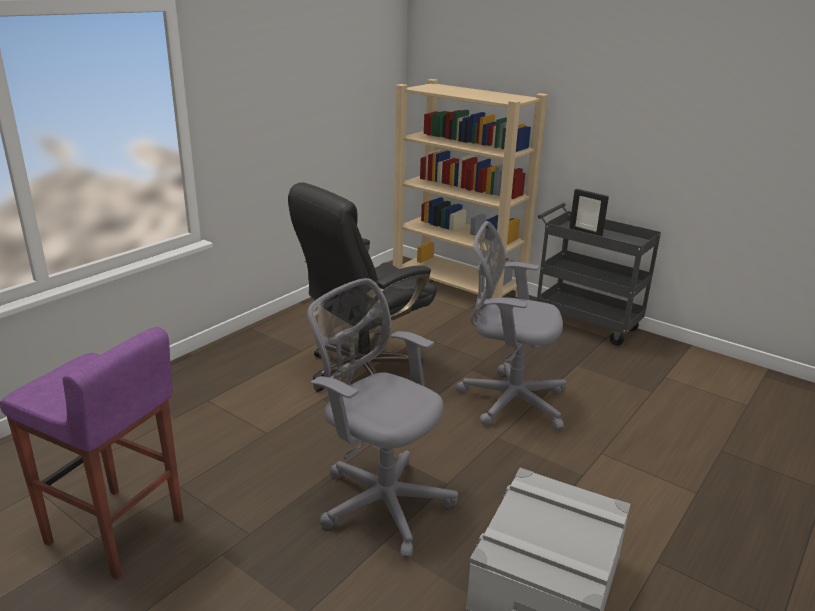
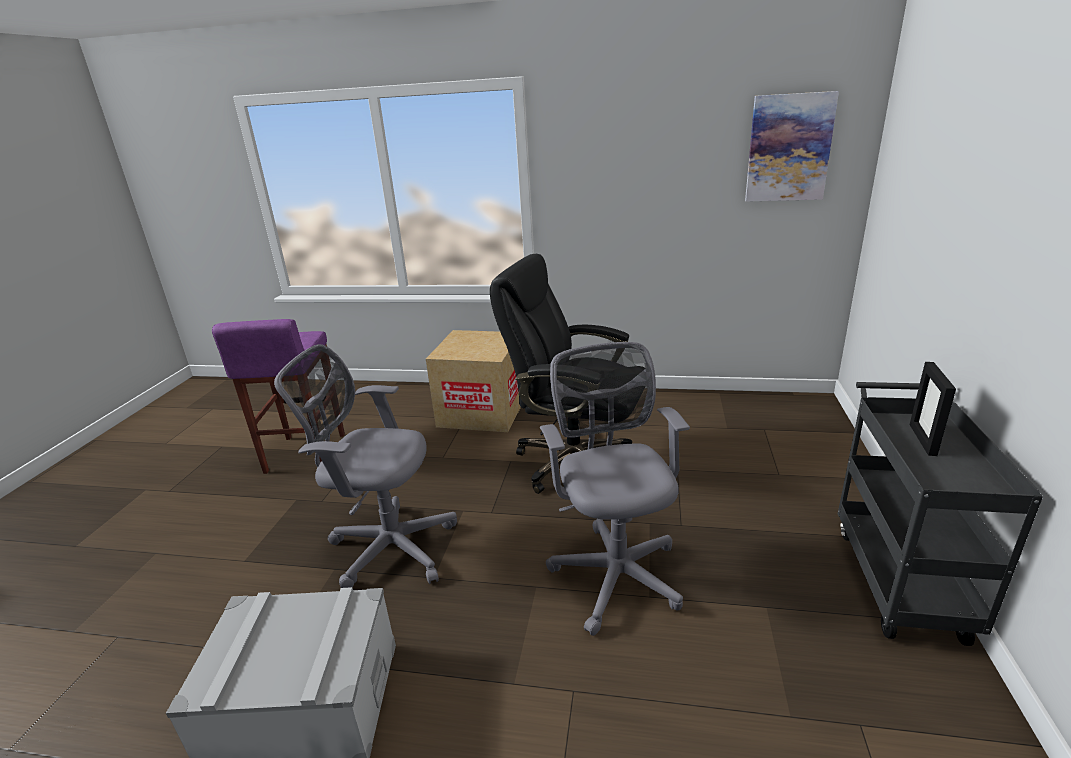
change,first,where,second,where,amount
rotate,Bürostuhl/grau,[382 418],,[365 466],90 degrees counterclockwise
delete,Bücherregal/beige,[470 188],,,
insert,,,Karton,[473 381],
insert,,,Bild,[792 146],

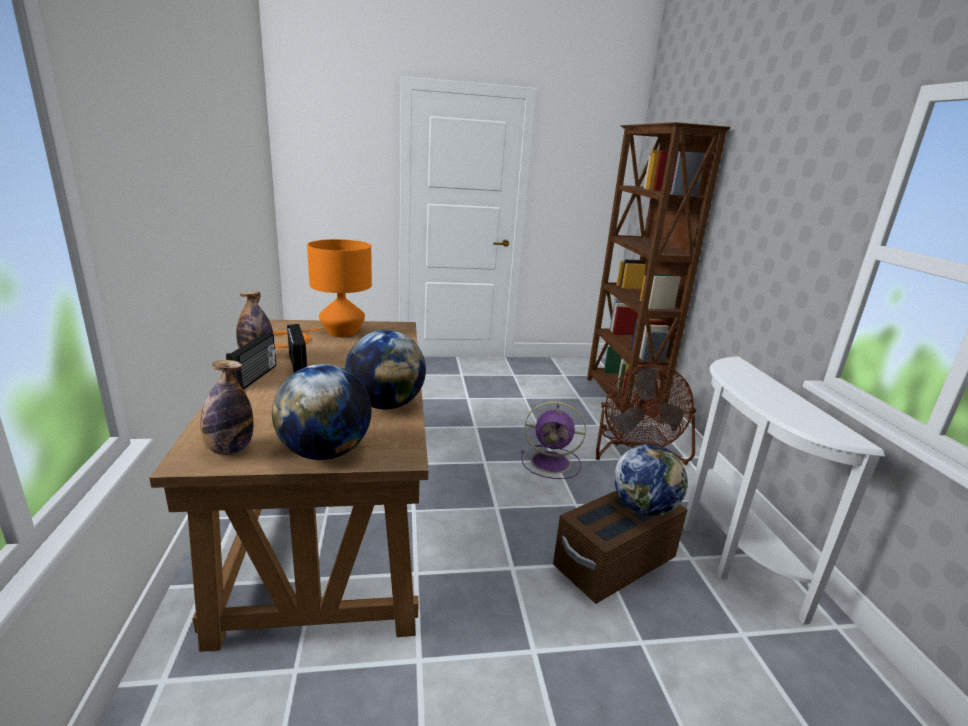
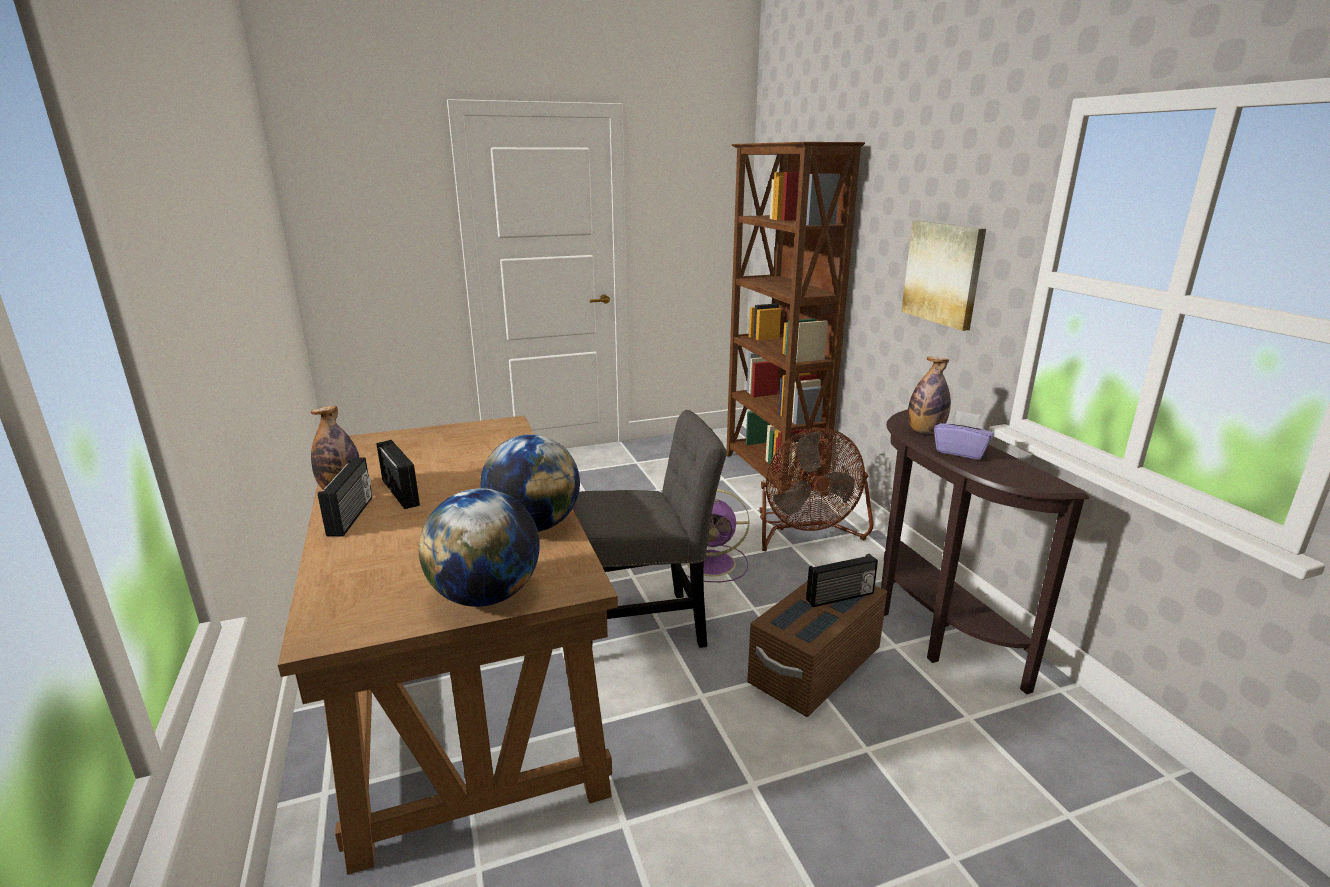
change,first,where,second,where,amount
move,Flasche,[226 407],,[929 395],
delete,Tischlampe/orange,[322 293],,,
replace,Globus,[651 480],Radio,[842 580],
recolor,Konsolentisch/weiß,[784 490],Konsolentisch/braun,[985 551],
insert,,,Stuhl/grau,[650 529],
insert,,,Bild,[943 276],
insert,,,Taschentuchbox/lila,[964 435],

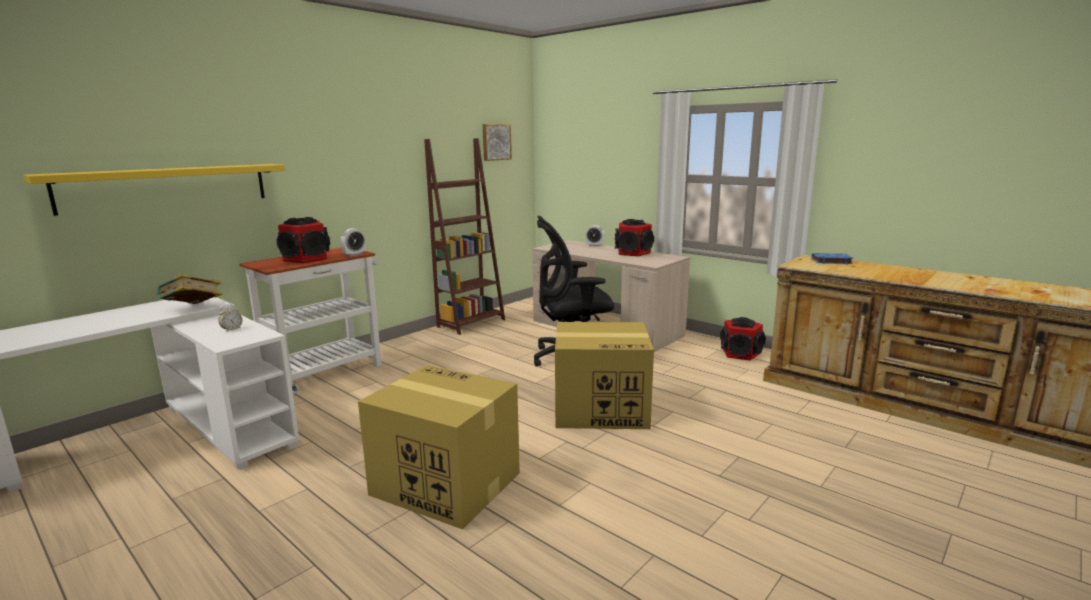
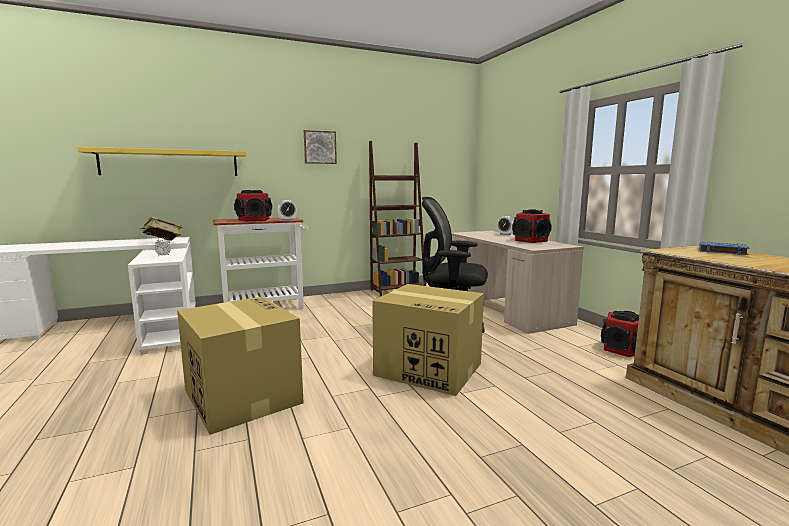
change,first,where,second,where,amount
move,Bild,[497 142],,[320 147],

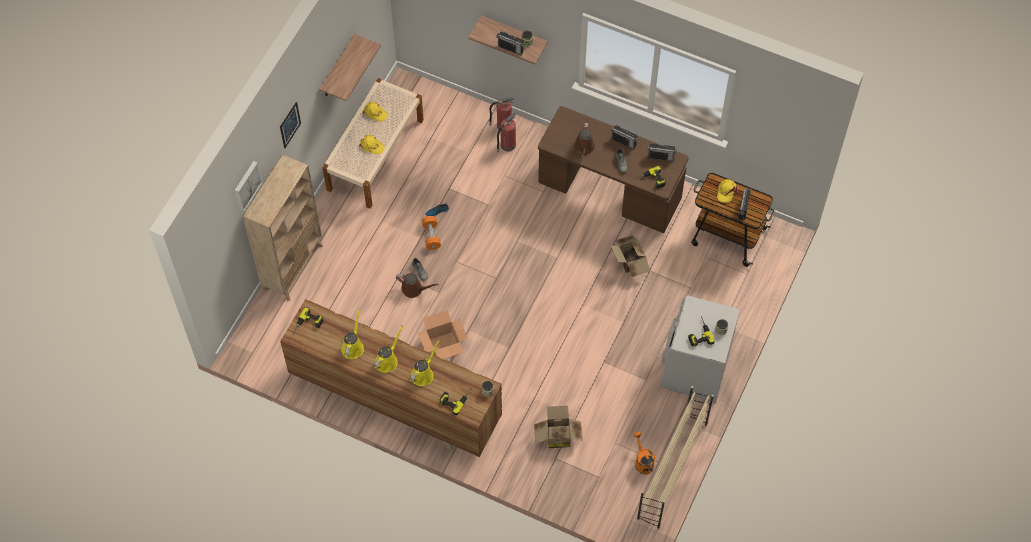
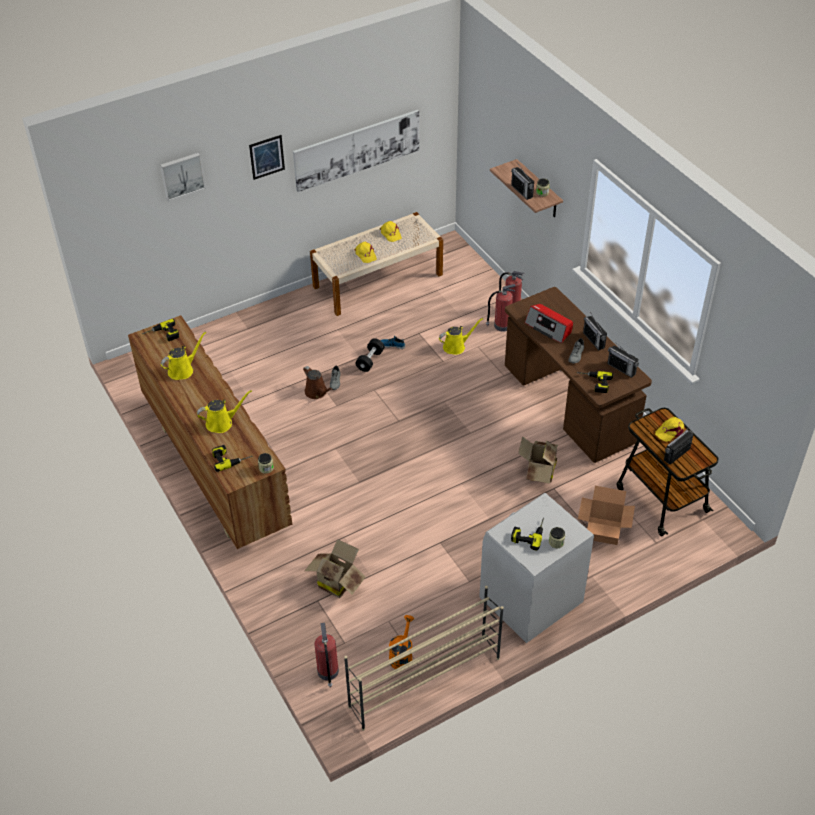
change,first,where,second,where,amount
delete,Bücherregal/beige,[283 227],,,
replace,Wandregal,[350 67],Bild,[356 151],
move,Gießkanne/gelb,[388 349],,[461 336],
move,Karton,[442 334],,[606 515],
recolor,Hantel/orange,[431 233],Hantel/schwarz,[370 355],
replace,Gießkanne/braun,[584 140],Radio,[549 323],
insert,,,Feuerlöscher,[327 655],

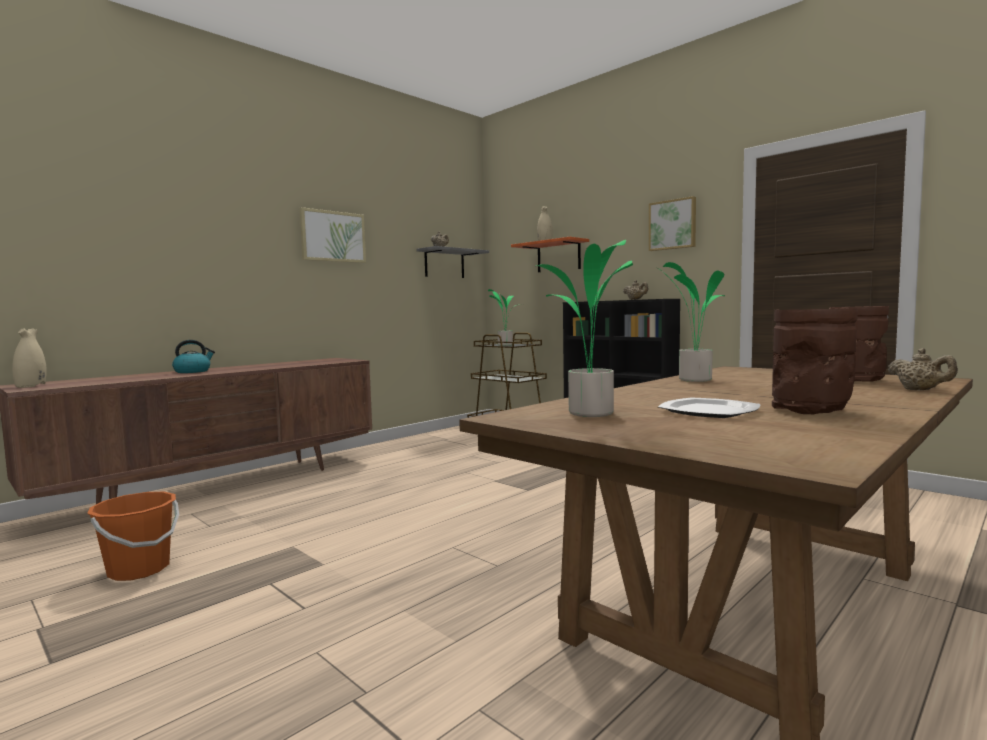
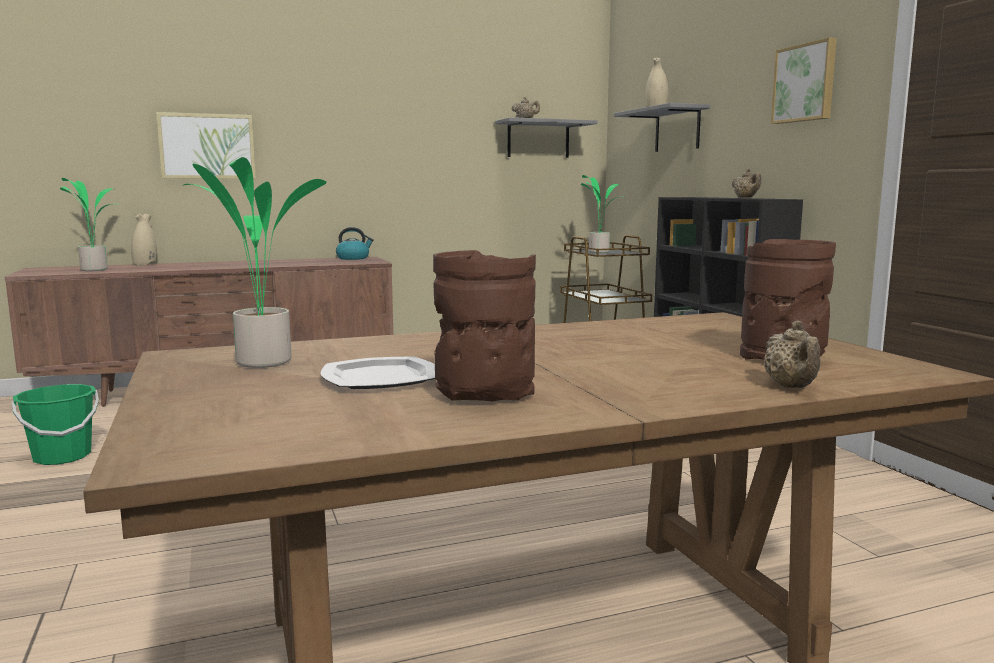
change,first,where,second,where,amount
move,Vase/beige,[29 358],,[144 240],
recolor,Eimer/orange,[133 536],Eimer/grün,[55 424],
move,Wasserkessel,[193 356],,[355 243],
move,Bild,[333 235],,[206 145],
recolor,Wandregal/orange,[550 254],Wandregal/grau,[662 127],
move,Topfpflanze,[693 322],,[89 224],

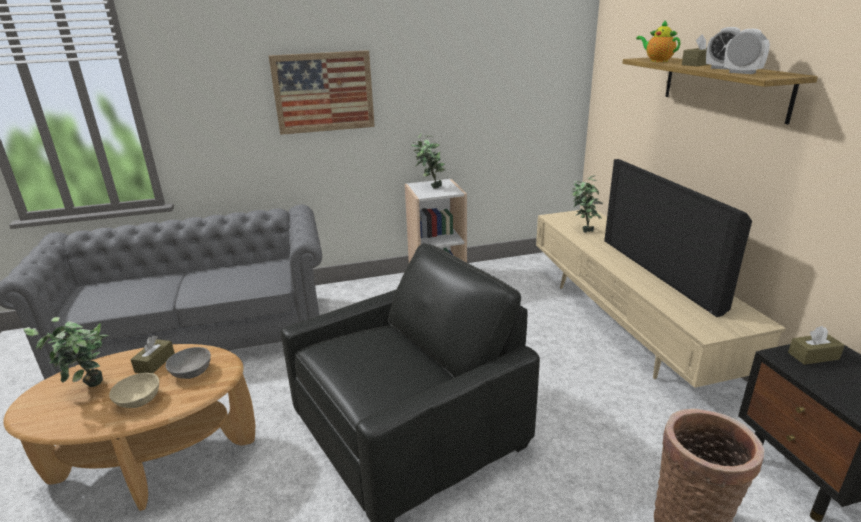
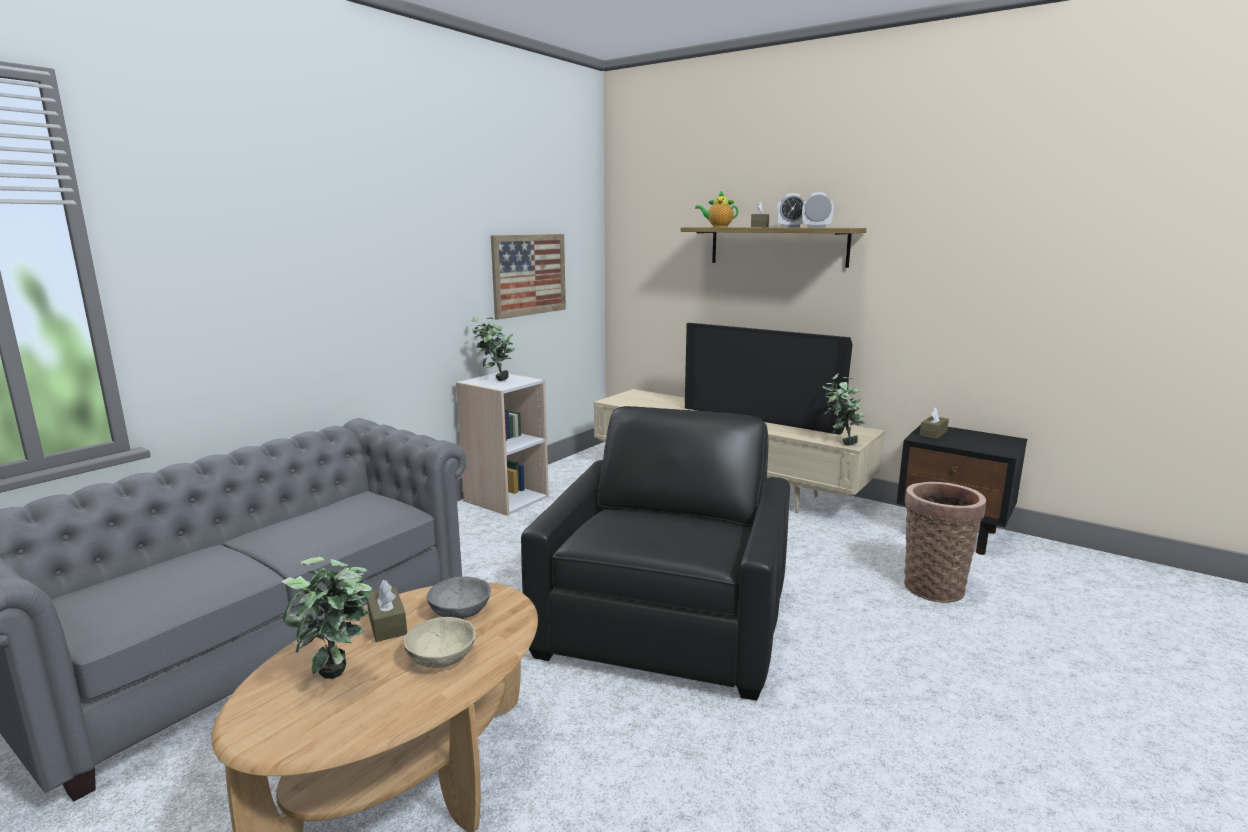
change,first,where,second,where,amount
move,Bild,[322 92],,[528 277],
move,Topfpflanze,[587 204],,[843 409],

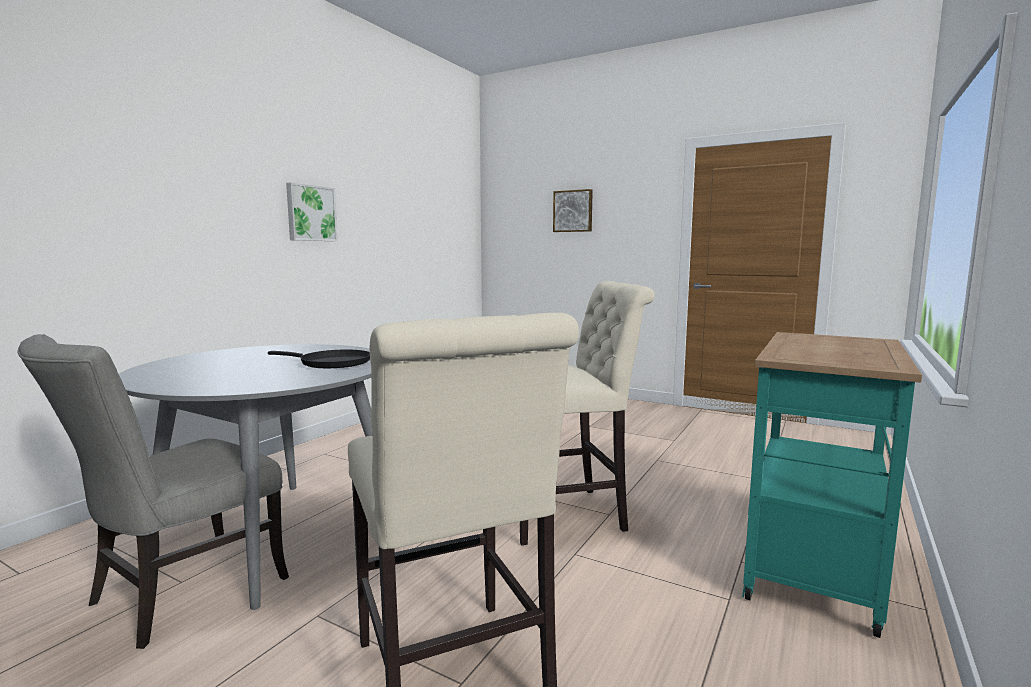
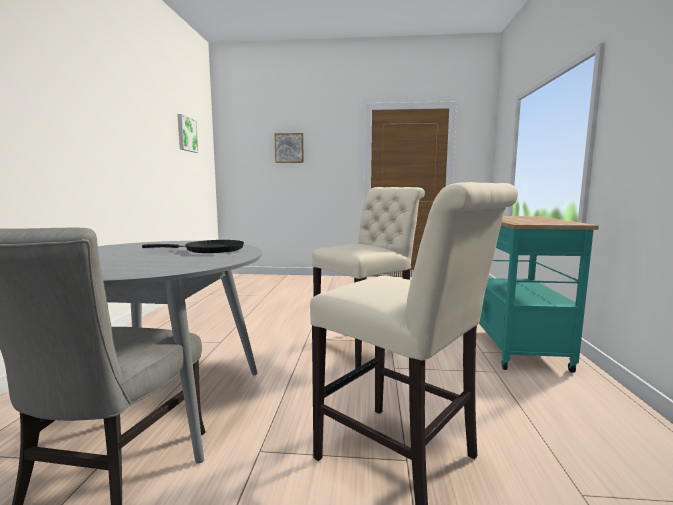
change,first,where,second,where,amount
move,Bild,[312 211],,[188 133],

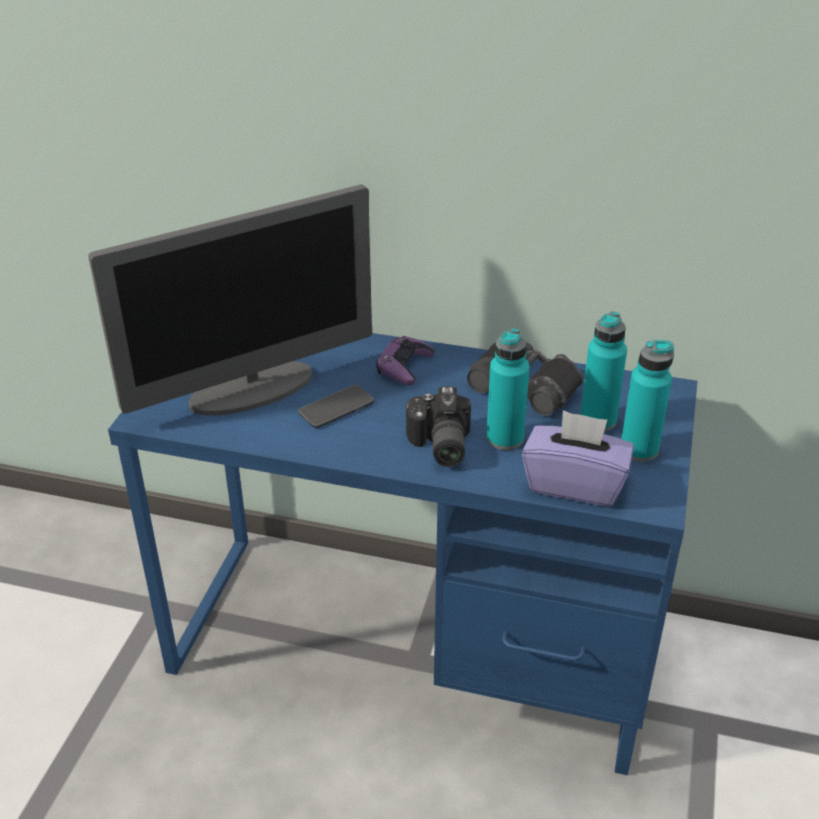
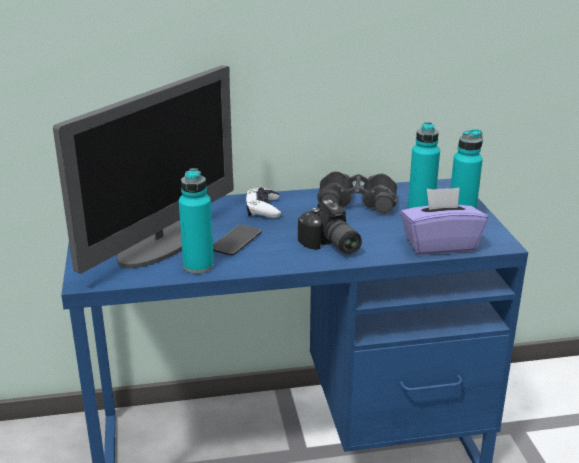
change,first,where,second,where,amount
recolor,Gamepad/lila,[405 360],Gamepad/weiß,[263 202],
move,Flasche/türkis,[508 389],,[196 221],

